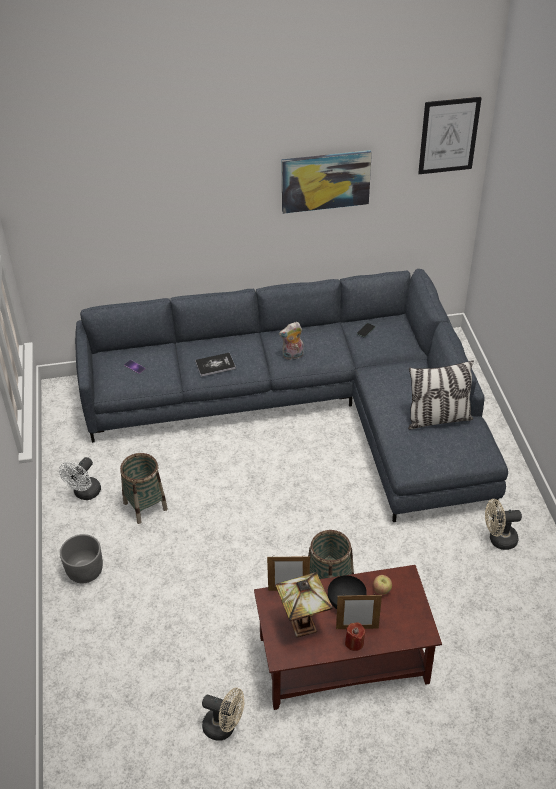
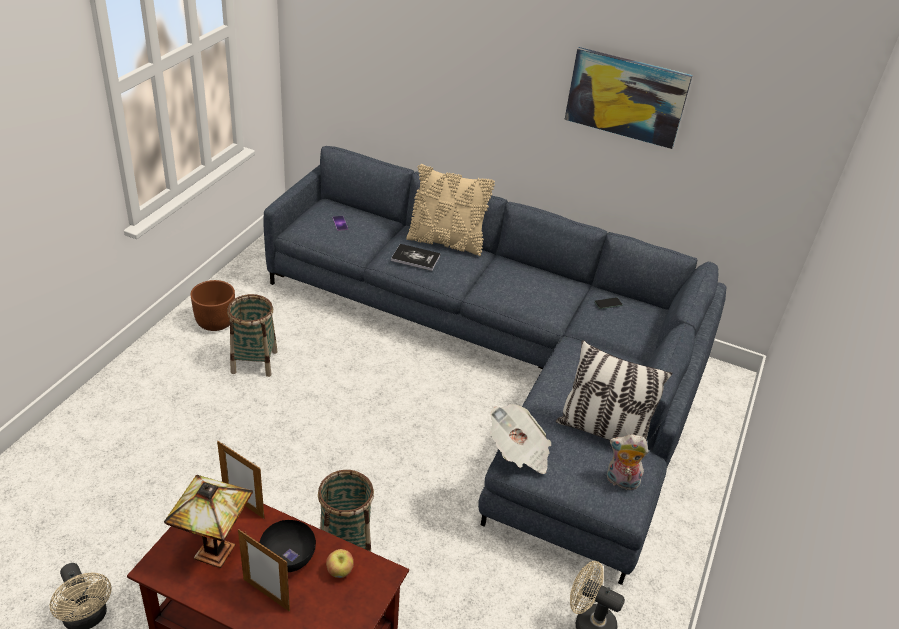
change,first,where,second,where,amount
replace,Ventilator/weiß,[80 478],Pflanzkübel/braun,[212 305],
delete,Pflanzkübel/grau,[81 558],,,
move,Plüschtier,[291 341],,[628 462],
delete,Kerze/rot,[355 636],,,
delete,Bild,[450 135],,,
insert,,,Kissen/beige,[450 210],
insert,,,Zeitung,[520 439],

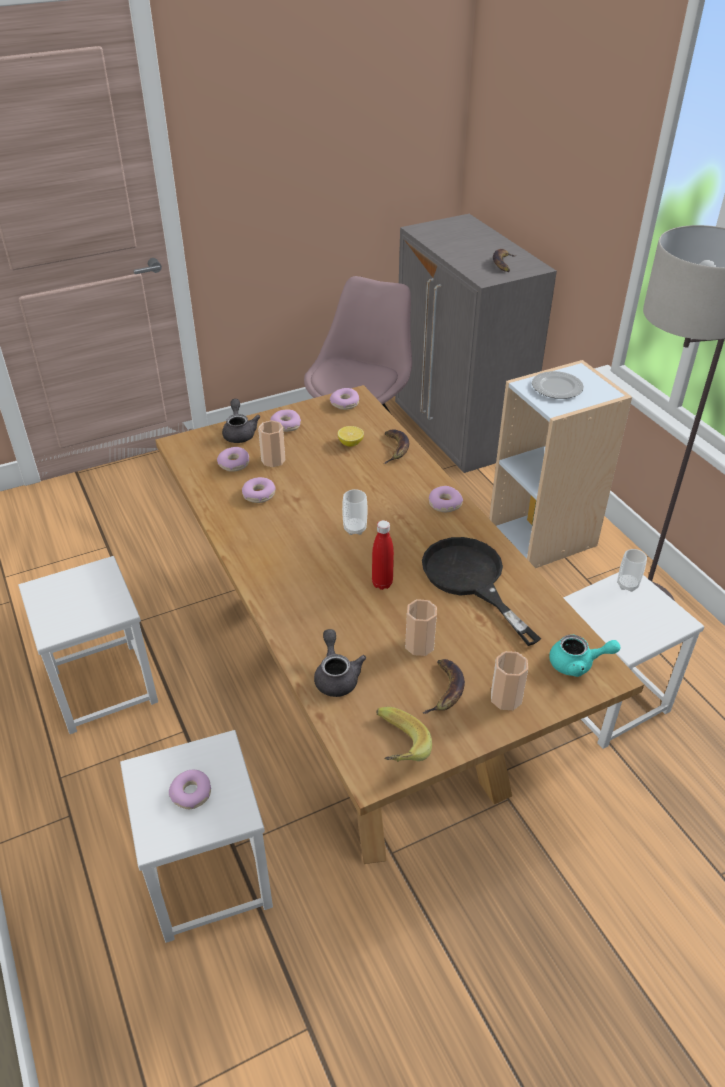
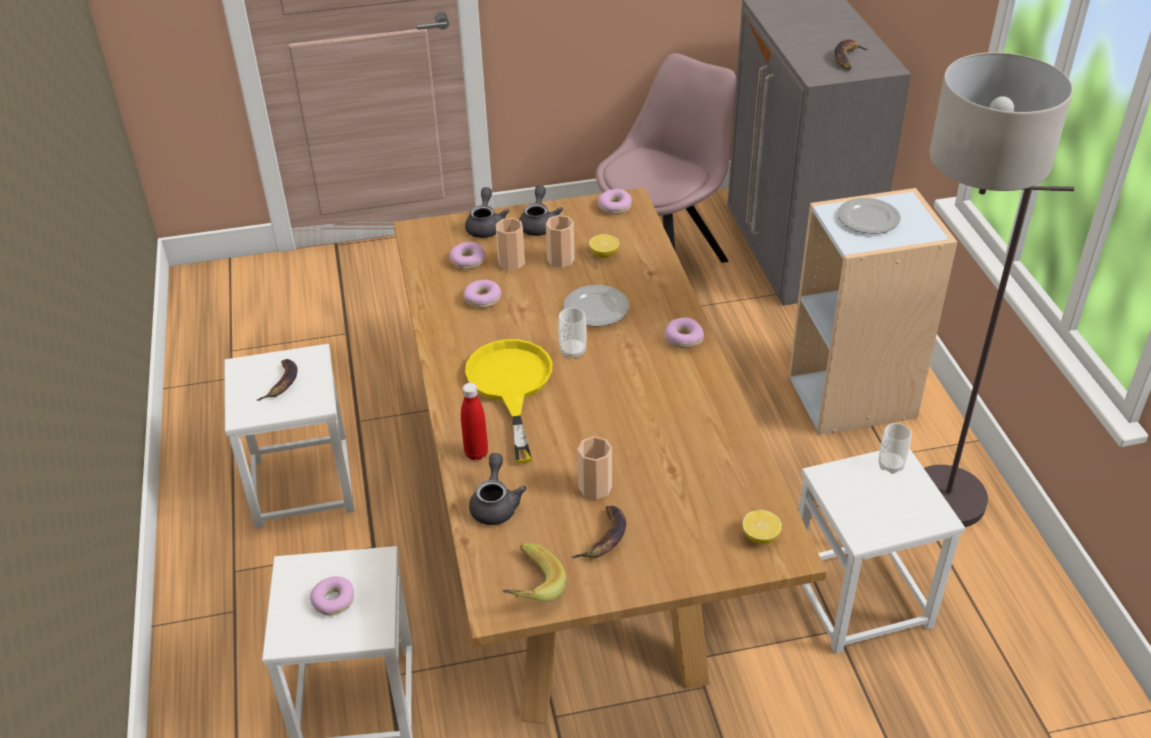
change,first,where,second,where,amount
replace,Donut,[285 421],Teekanne/grau,[541 210],
move,Flasche/rot,[383 555],,[474 421],
move,Banane,[396 446],,[277 380],
delete,Pfanne/schwarz,[481 591],,,
move,Tasse,[509 680],,[560 241],
replace,Teekanne/türkis,[585 656],Zitrone,[762 527],
insert,,,Pfanne/gelb,[508 401],
insert,,,Teller,[596 306],

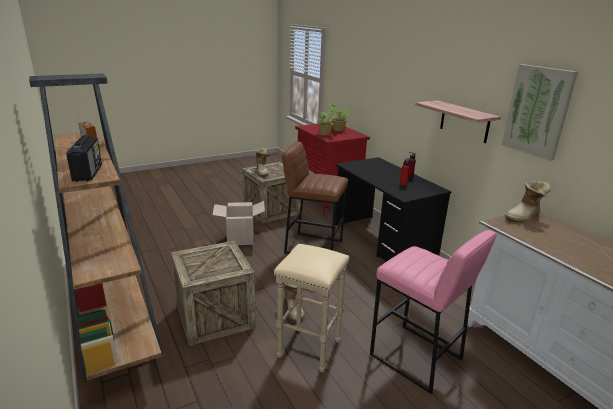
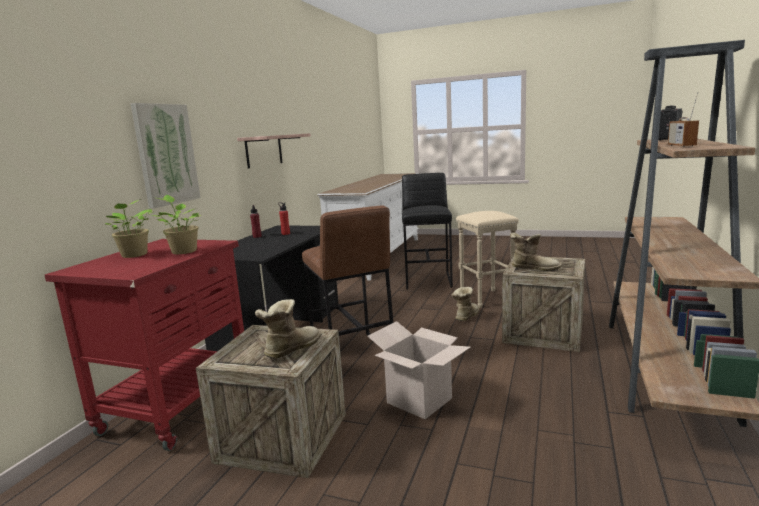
change,first,where,second,where,amount
recolor,Hocker/rosa,[433 312],Hocker/schwarz,[427 231],
move,Bild,[540 112],,[165 155],
move,Stiefel,[528 201],,[536 252],

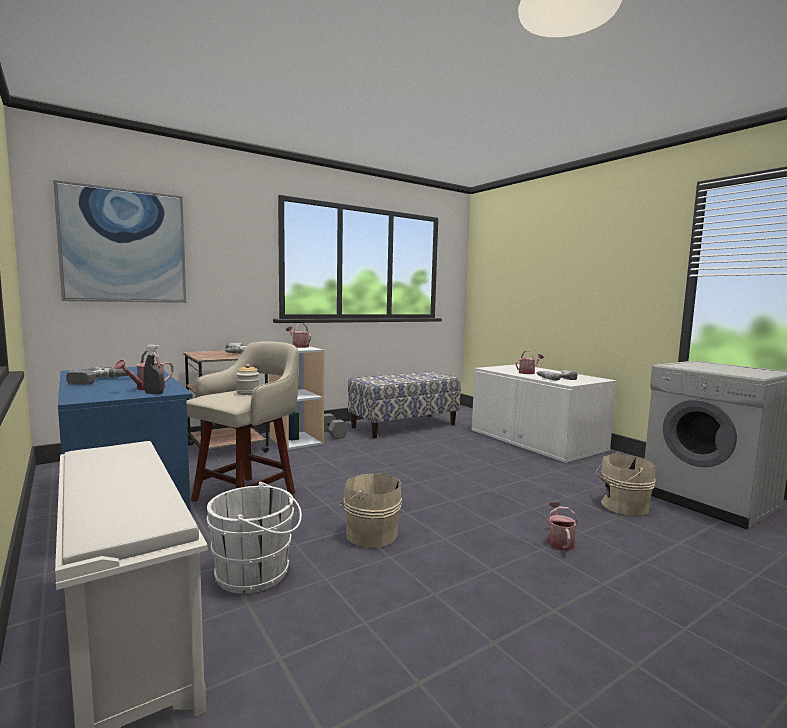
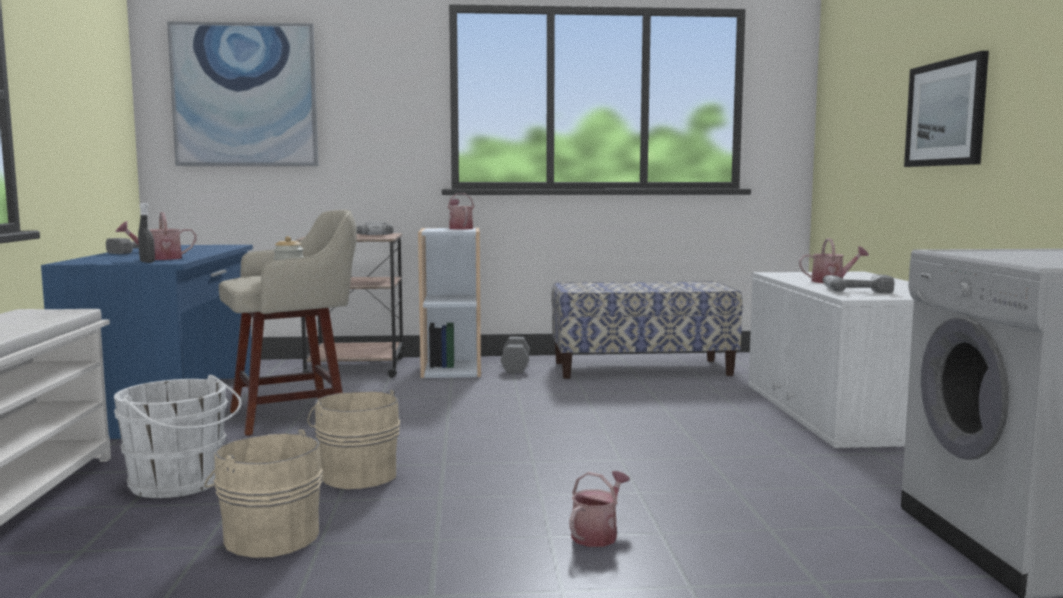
change,first,where,second,where,amount
move,Eimer/beige,[626 483],,[263 493],
insert,,,Bild,[946 109],

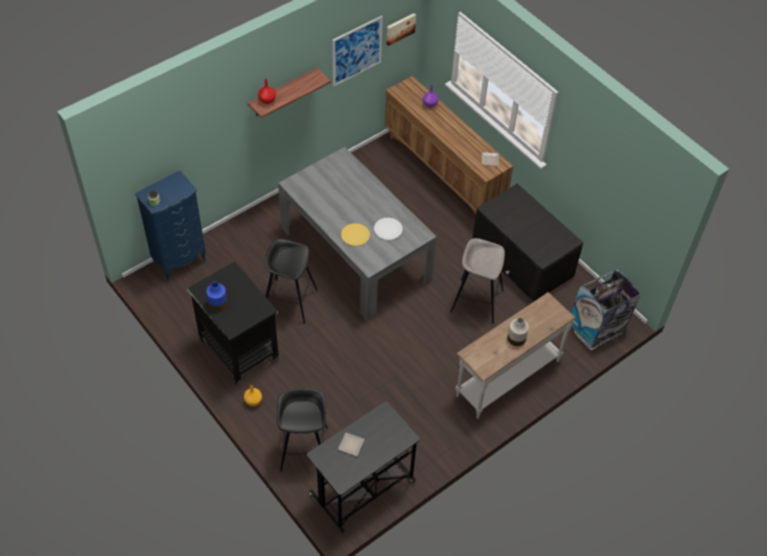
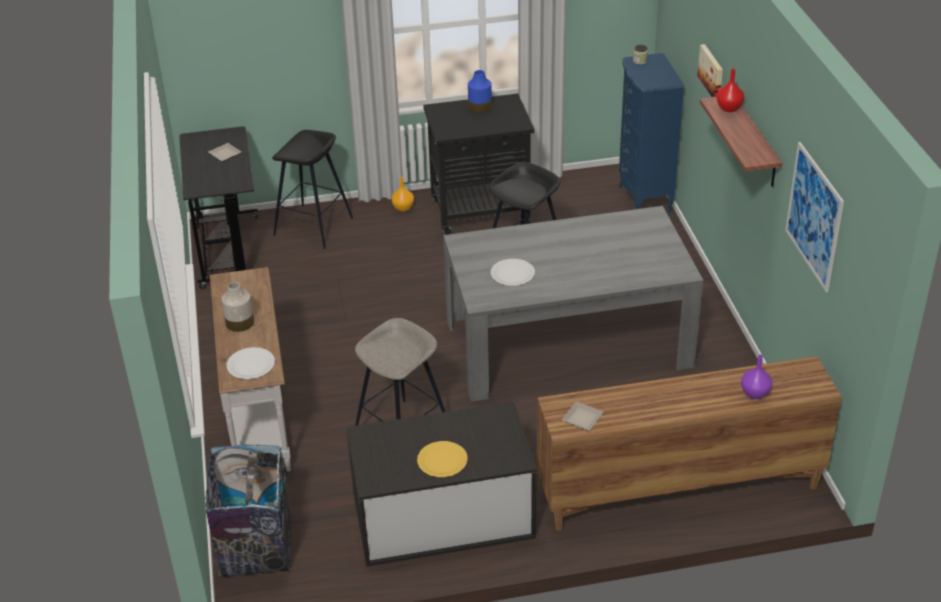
change,first,where,second,where,amount
move,Teller/gelb,[355 234],,[442 459],
move,Bild,[401 29],,[710 70],
insert,,,Teller/weiß,[251 363],

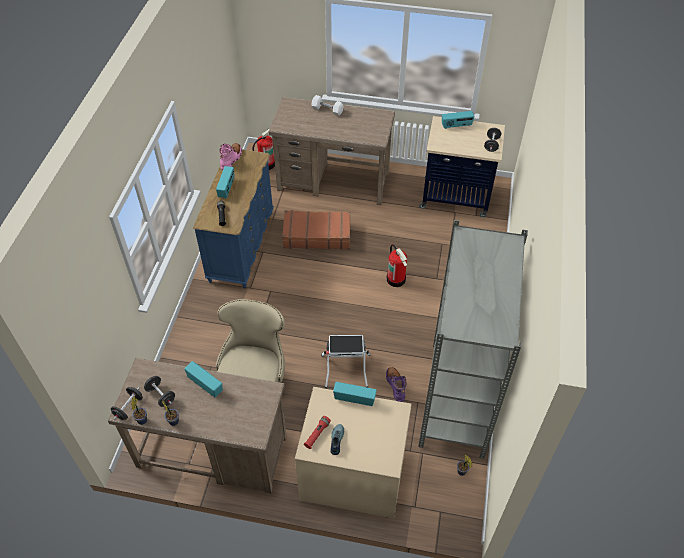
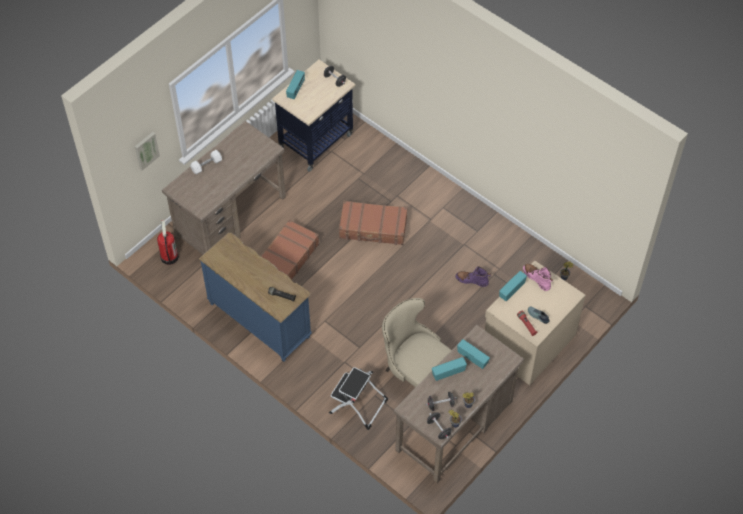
change,first,where,second,where,amount
move,Radio,[225 182],,[473 354],
move,Stiefel/rosa,[230 156],,[538 277],
move,Trittleiter,[345 362],,[358 398],
replace,Feuerlöscher,[397 265],Koffer/braun,[373 223],
delete,Bücherregal/grau,[473 339],,,
insert,,,Bild,[147 151],

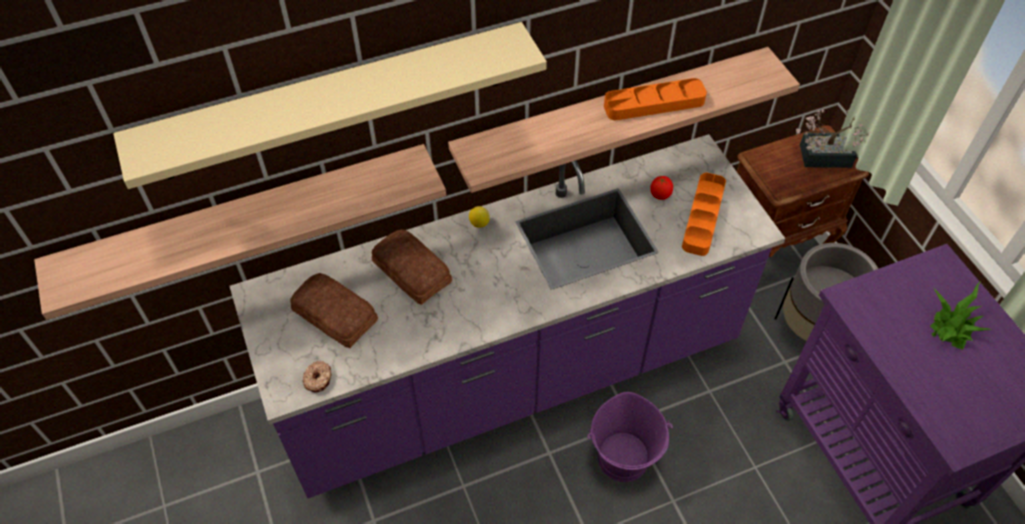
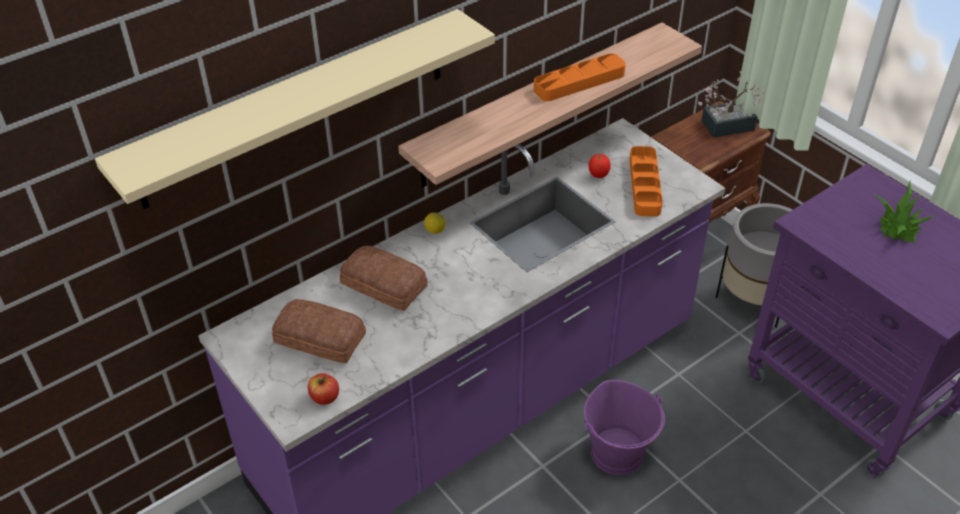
change,first,where,second,where,amount
delete,Wandregal,[240 232],,,
replace,Donut,[317 377],Apfel,[323 389],

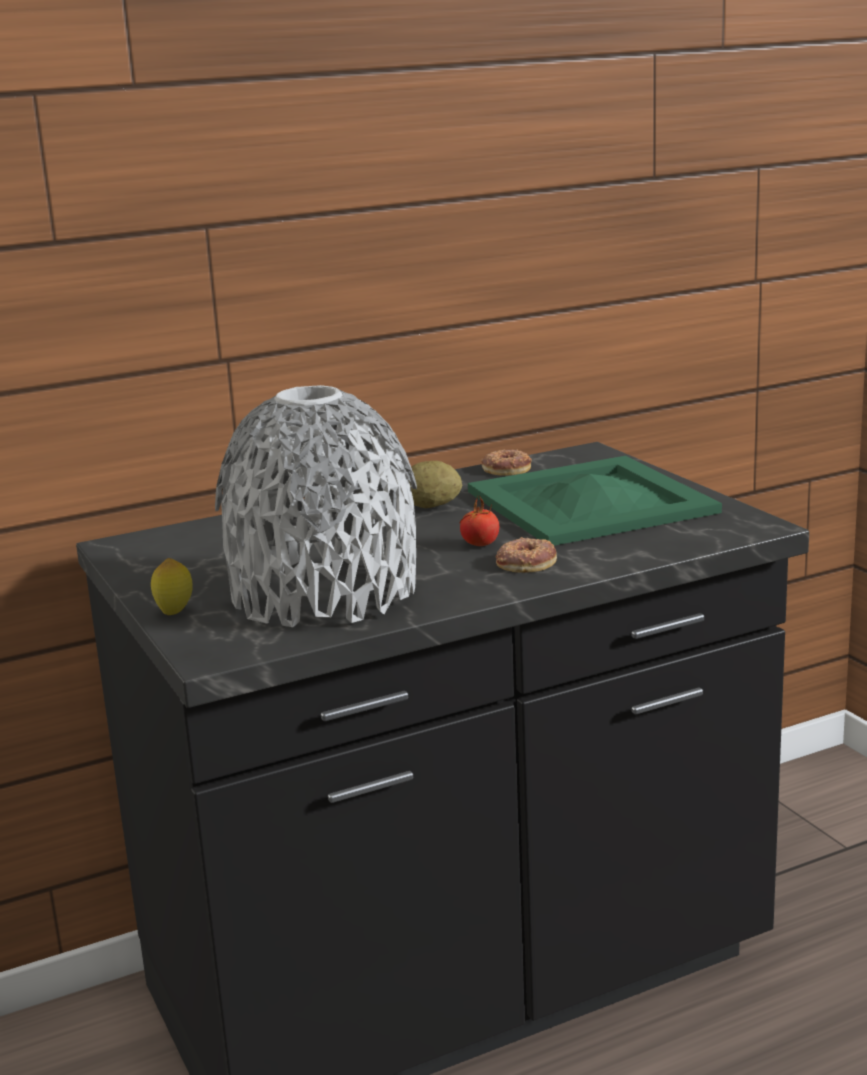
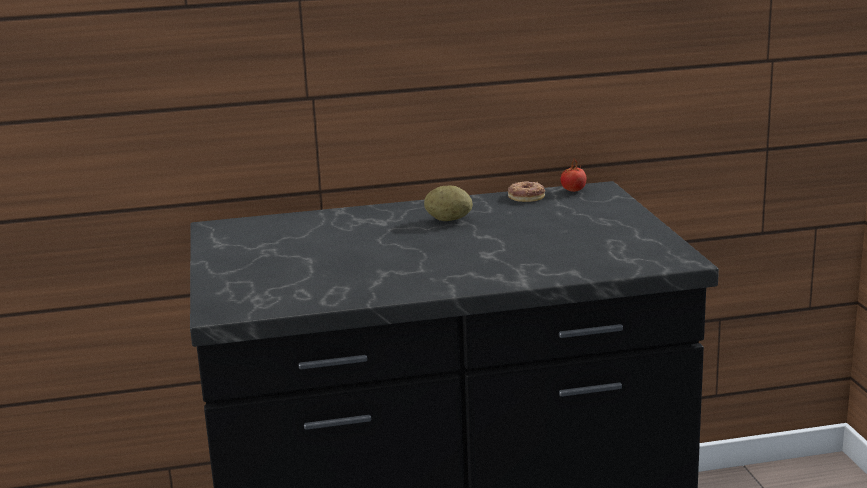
change,first,where,second,where,amount
delete,Zitrone,[172 586],,,
delete,Vase/grau,[316 506],,,
move,Tomate,[479 521],,[573 175],
delete,Tablett/grün,[595 501],,,
delete,Donut,[526 555],,,

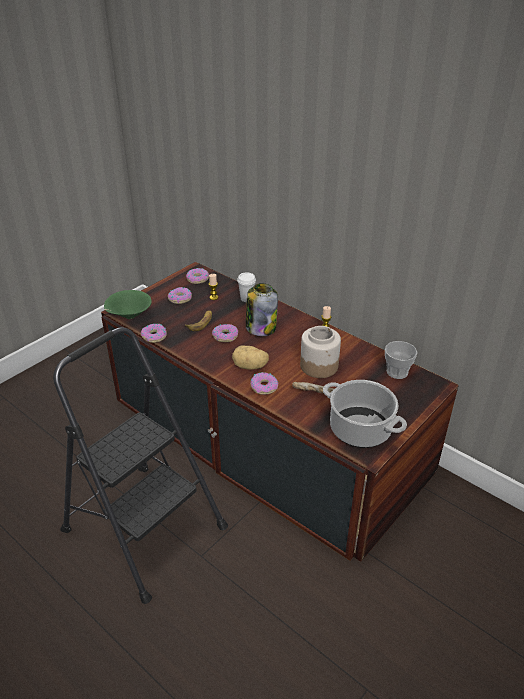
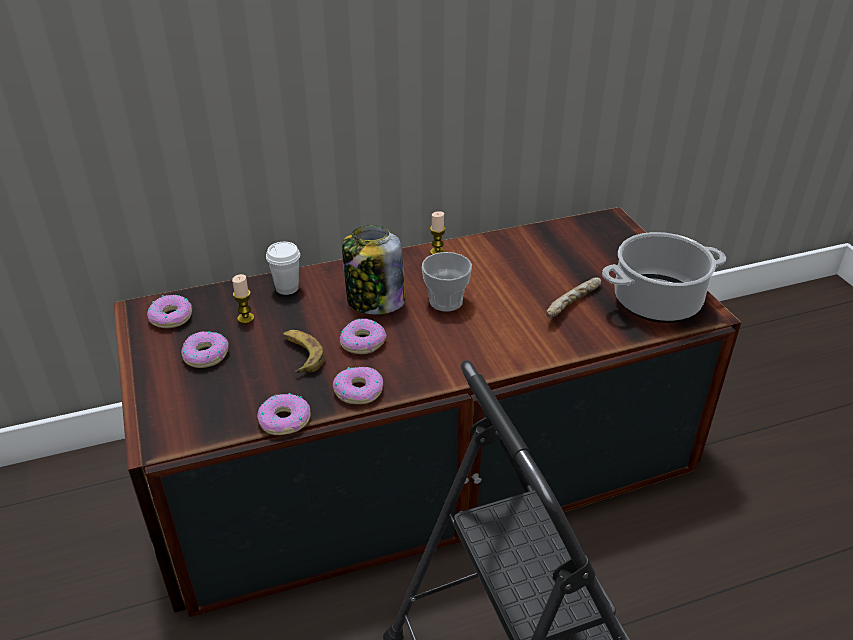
change,first,where,second,where,amount
delete,Schüssel/grün,[128 304],,,
delete,Kartoffel,[250 357],,,
move,Donut,[264 383],,[358 385],
delete,Vorratsglas,[320 352],,,
move,Tasse,[401 360],,[447 282],

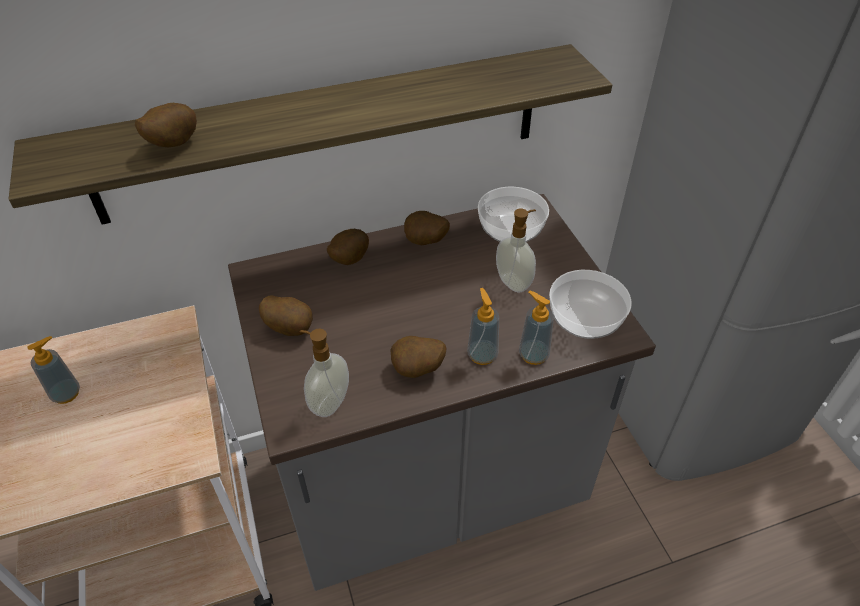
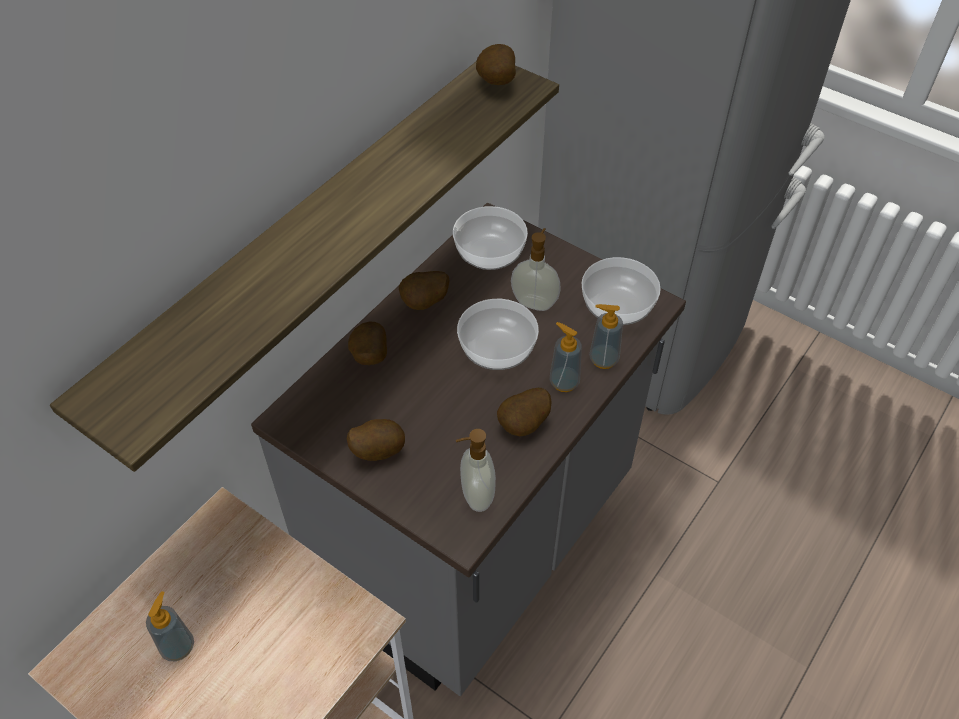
change,first,where,second,where,amount
move,Kartoffel,[166 125],,[496 64],
insert,,,Schüssel,[498 334],

